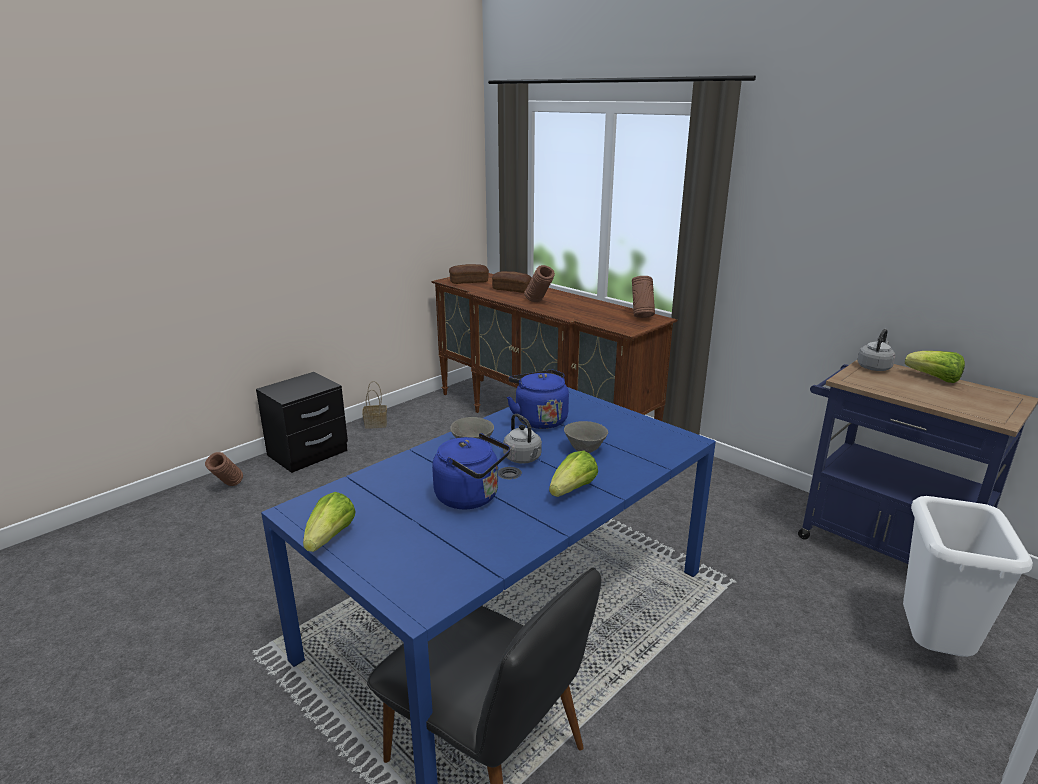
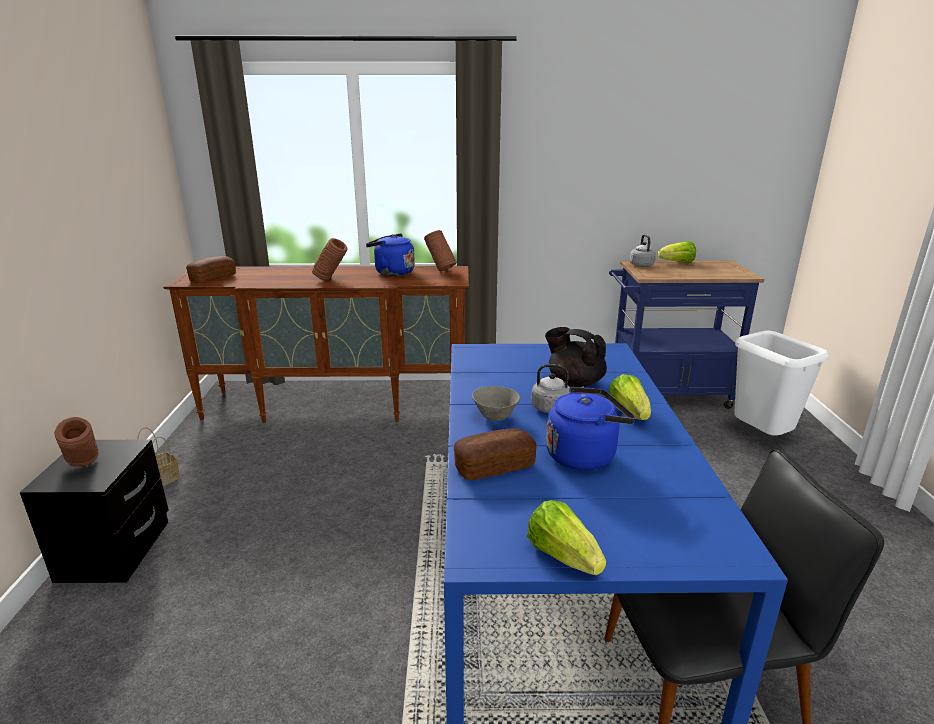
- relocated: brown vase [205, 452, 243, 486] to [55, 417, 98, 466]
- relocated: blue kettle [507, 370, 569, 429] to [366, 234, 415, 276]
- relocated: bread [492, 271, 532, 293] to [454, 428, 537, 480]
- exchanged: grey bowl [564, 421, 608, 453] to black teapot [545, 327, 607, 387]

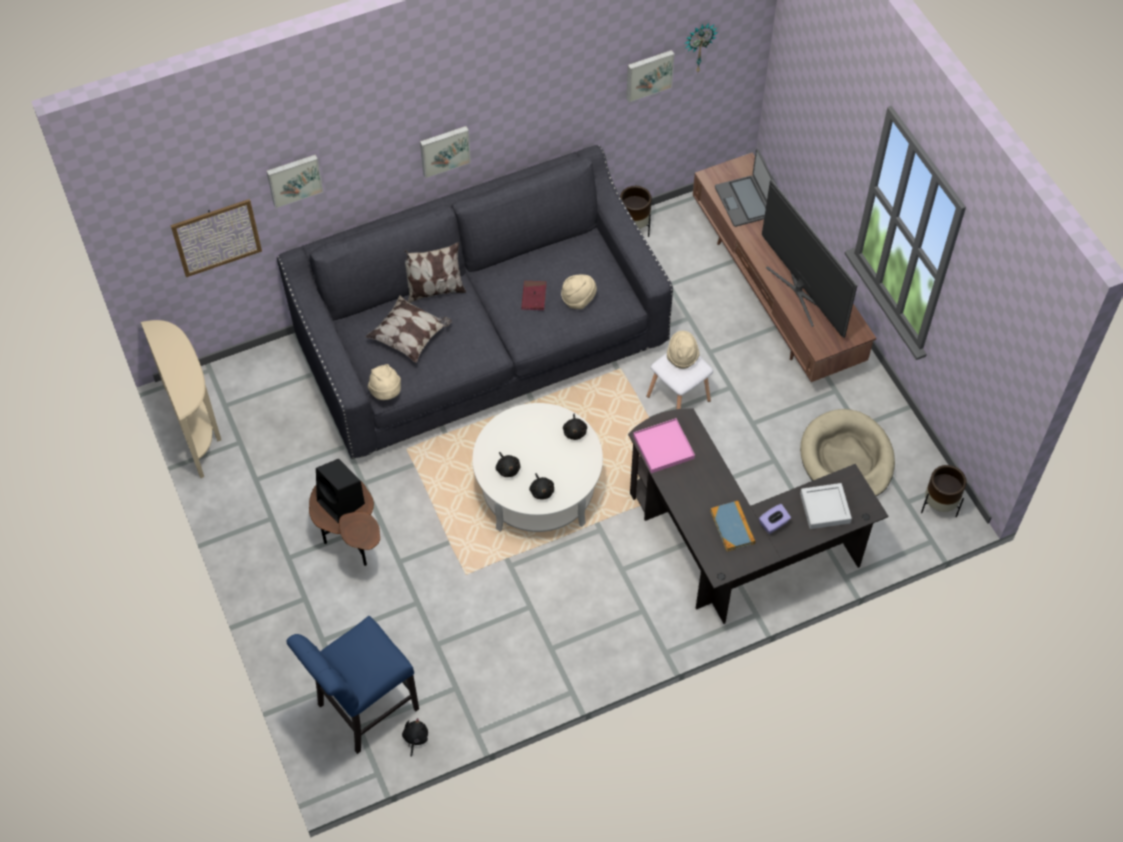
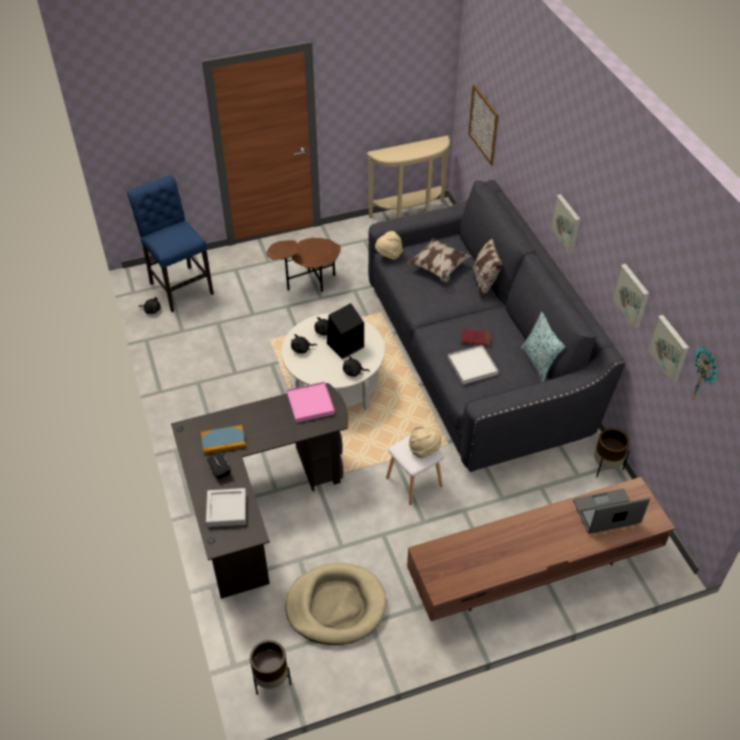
- colour: purple tissue box [759, 504, 791, 534] to black tissue box [207, 451, 231, 479]
- relocated: black speaker [316, 459, 365, 523] to [327, 303, 364, 359]
- exchanged: beige hat [561, 274, 597, 309] to white tray [448, 345, 498, 385]
- appeared: pillow [521, 312, 565, 382]
- relocated: picture [267, 154, 323, 208] to [612, 264, 649, 328]
- missing: television [762, 179, 857, 338]

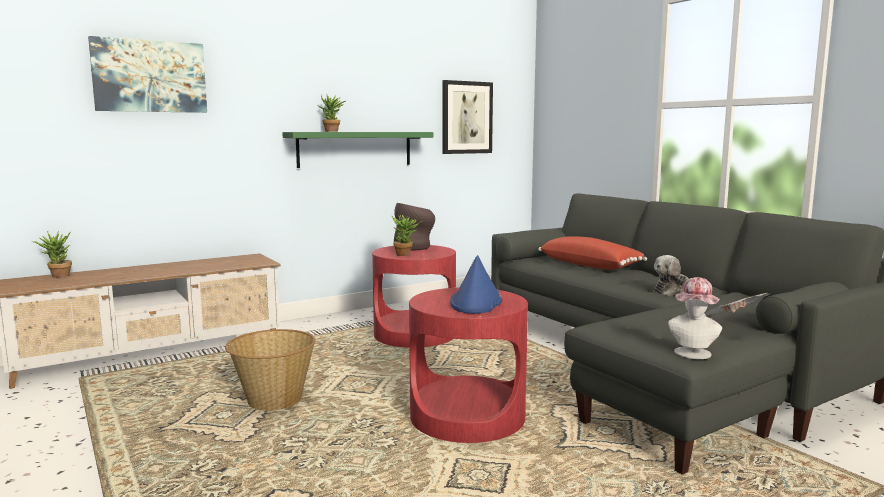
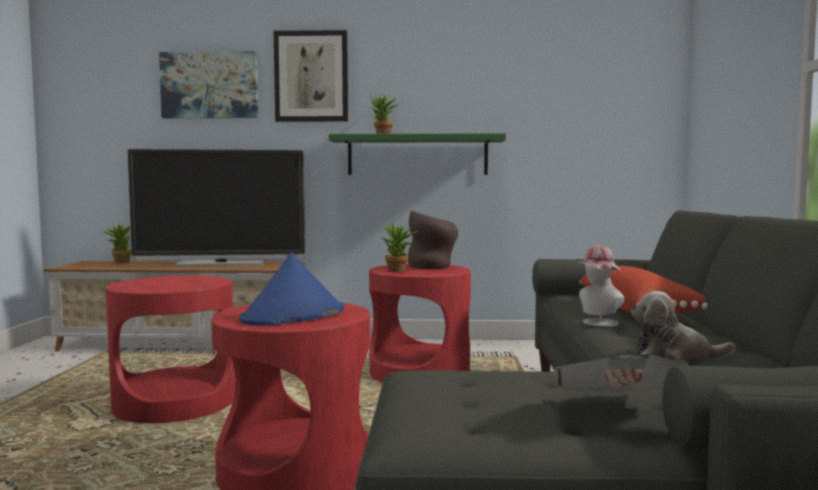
- exchanged: basket [225, 329, 316, 411] to red side table [106, 275, 235, 423]
- appeared: television [128, 149, 305, 267]
- relocated: picture [442, 80, 493, 154] to [274, 30, 348, 122]
- relocated: hat [668, 277, 722, 359] to [576, 245, 624, 327]

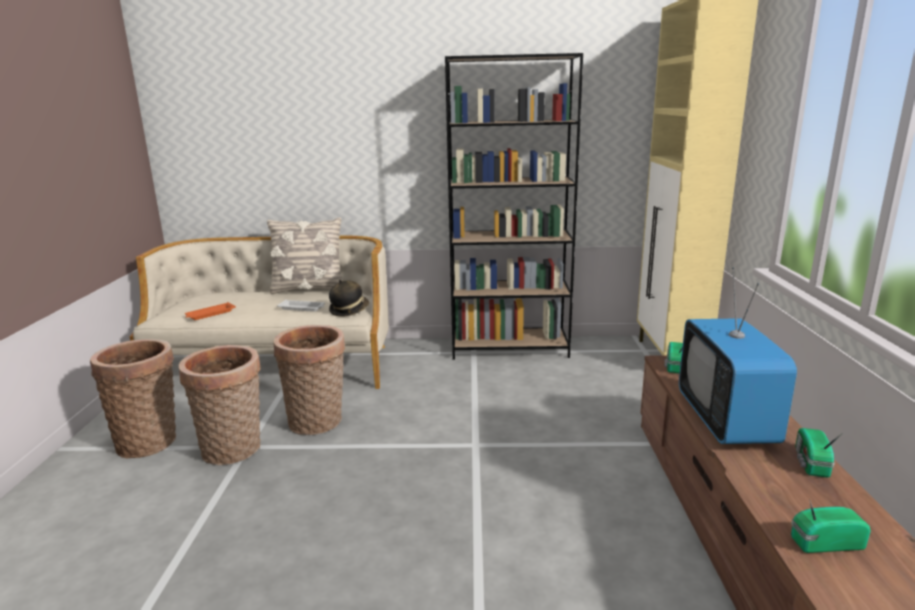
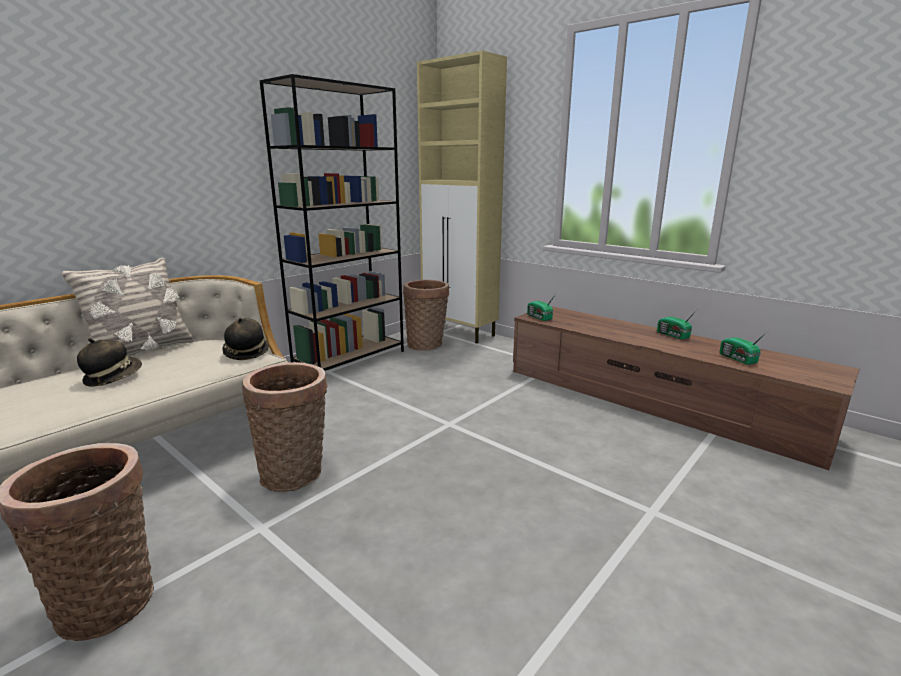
- appeared: hat [77, 338, 142, 387]
- relocated: basket [179, 345, 260, 465] to [403, 280, 449, 351]
- spun: radio [791, 499, 871, 553] = [720, 331, 768, 365] 60 degrees counterclockwise
- missing: orange tray [185, 302, 236, 320]
- missing: white tray [277, 300, 325, 312]
- missing: television [679, 268, 797, 444]

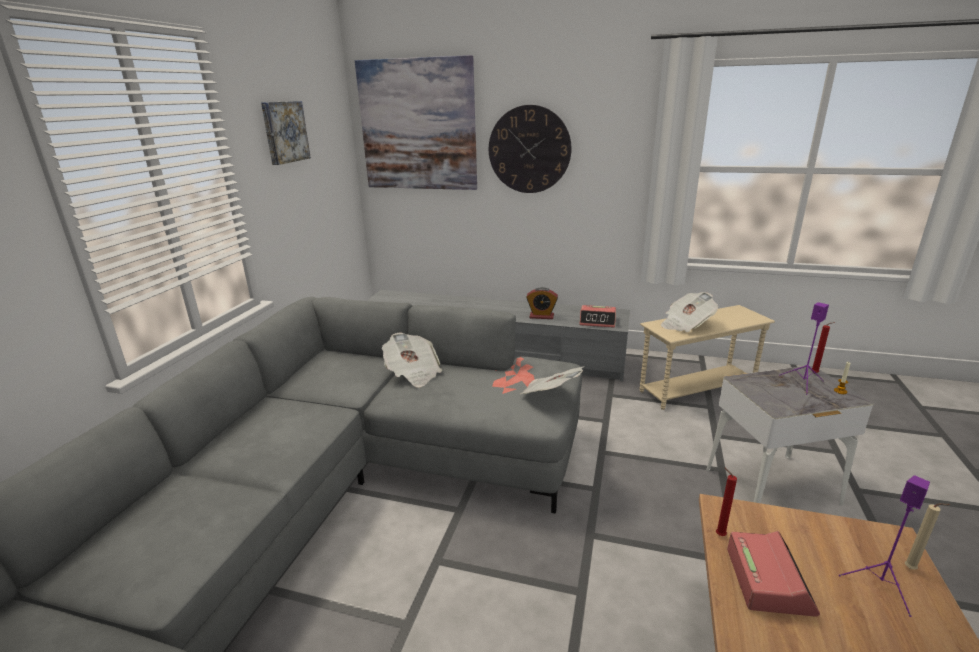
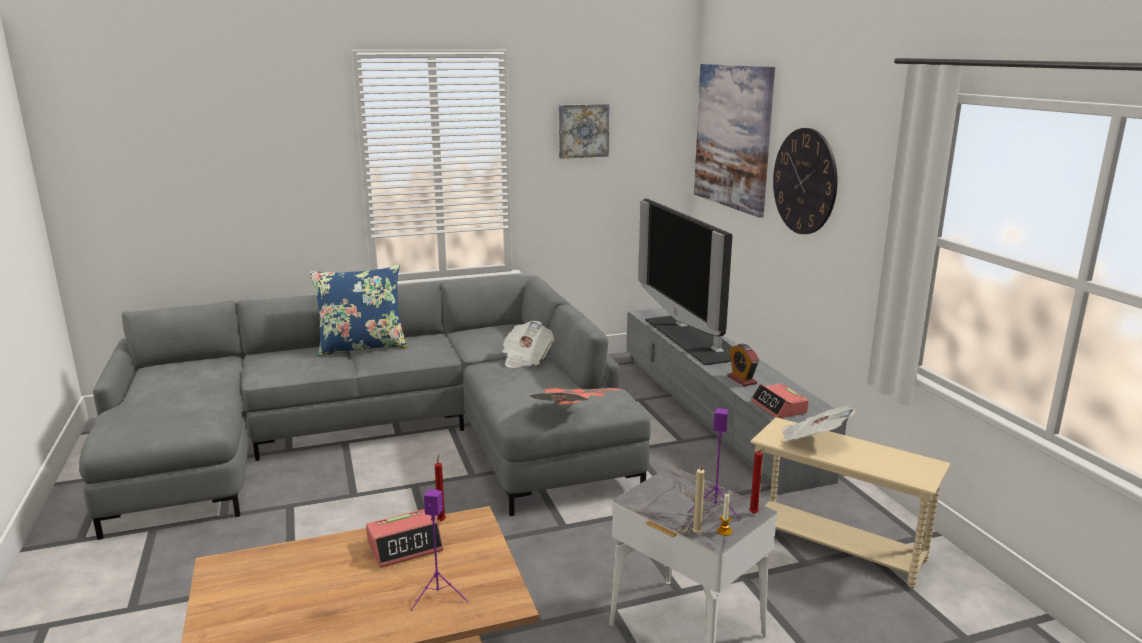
- appeared: blue pillow [309, 265, 408, 357]
- appeared: television [638, 199, 733, 365]
- relocated: beige candle [905, 503, 950, 570] to [692, 467, 705, 534]

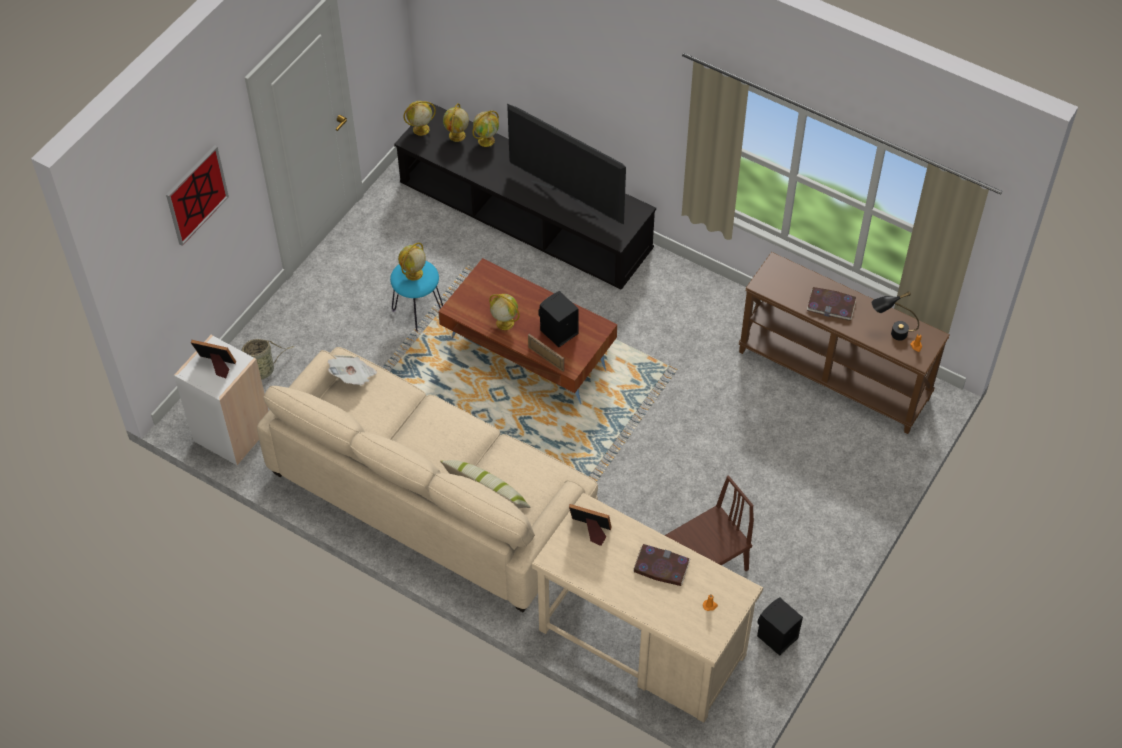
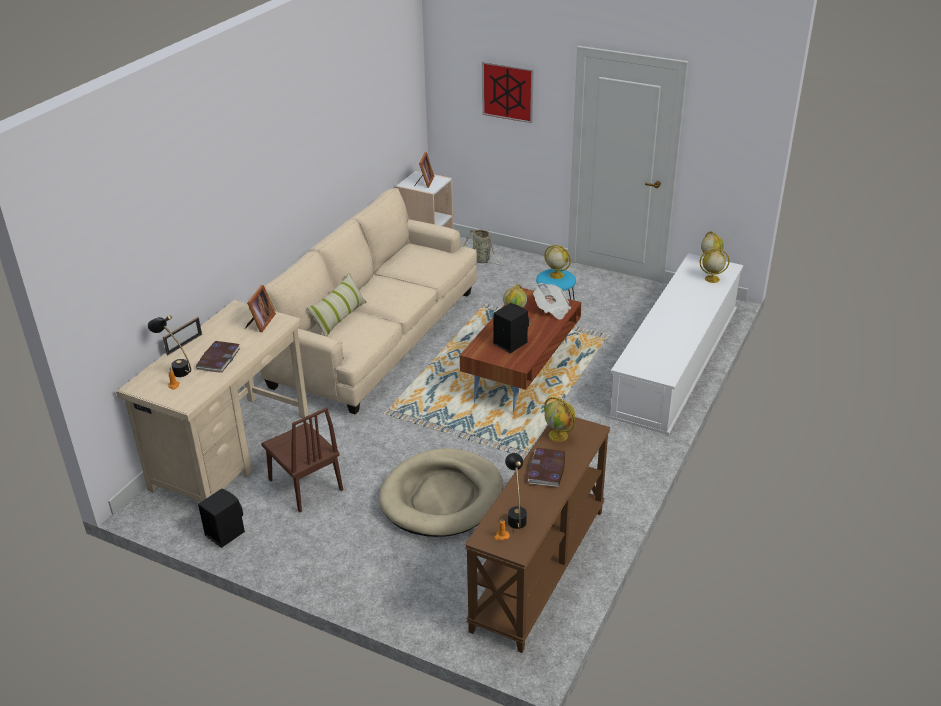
- appeared: black table lamp [148, 315, 191, 377]
- relocated: picture frame [528, 334, 564, 372] to [163, 317, 202, 355]
- appeared: beige dog bed [379, 448, 503, 537]
- relocated: newspaper [328, 355, 377, 385] to [533, 283, 571, 320]
- relocated: globe [472, 111, 499, 147] to [544, 397, 575, 442]
- colour: black tv stand [394, 103, 656, 290] to white tv stand [610, 253, 743, 435]
- missing: television [507, 104, 626, 224]

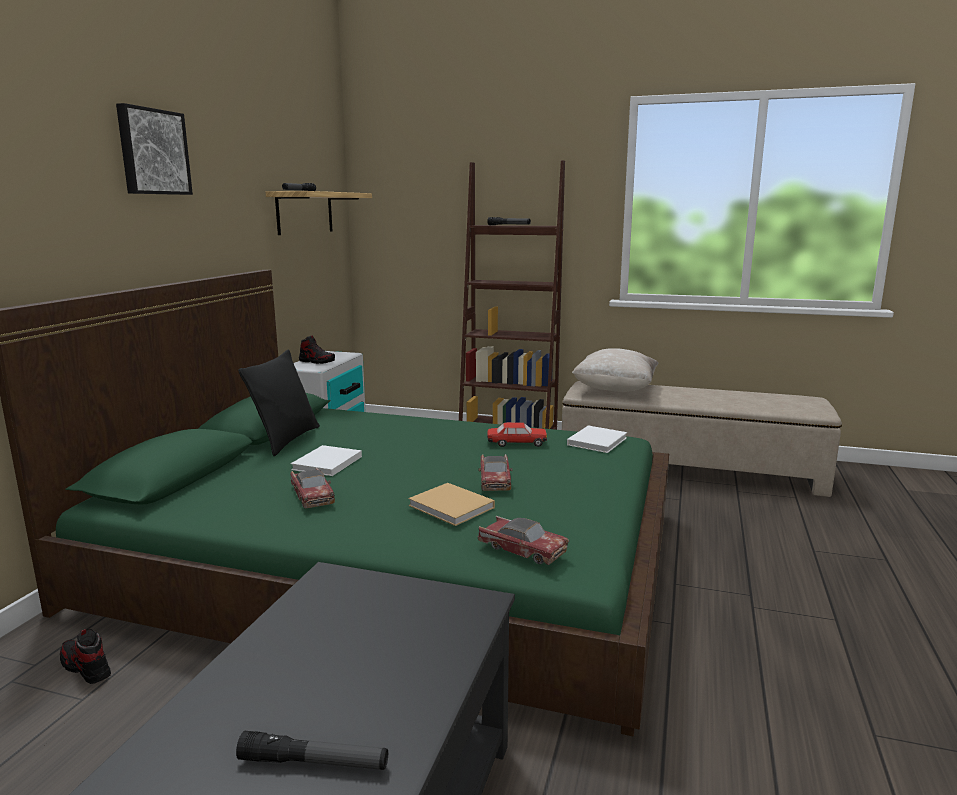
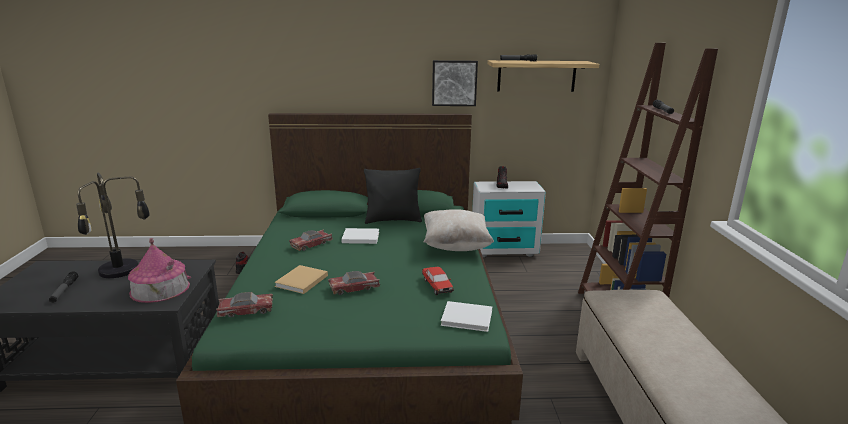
- appeared: table lamp [76, 172, 149, 278]
- appeared: toy house [128, 238, 191, 303]
- spun: toy car [477, 516, 569, 565] = [216, 292, 273, 317] 120 degrees counterclockwise
- relocated: beige pillow [572, 348, 659, 392] to [424, 209, 494, 251]
- relocated: picture [116, 103, 193, 195] to [432, 60, 478, 106]

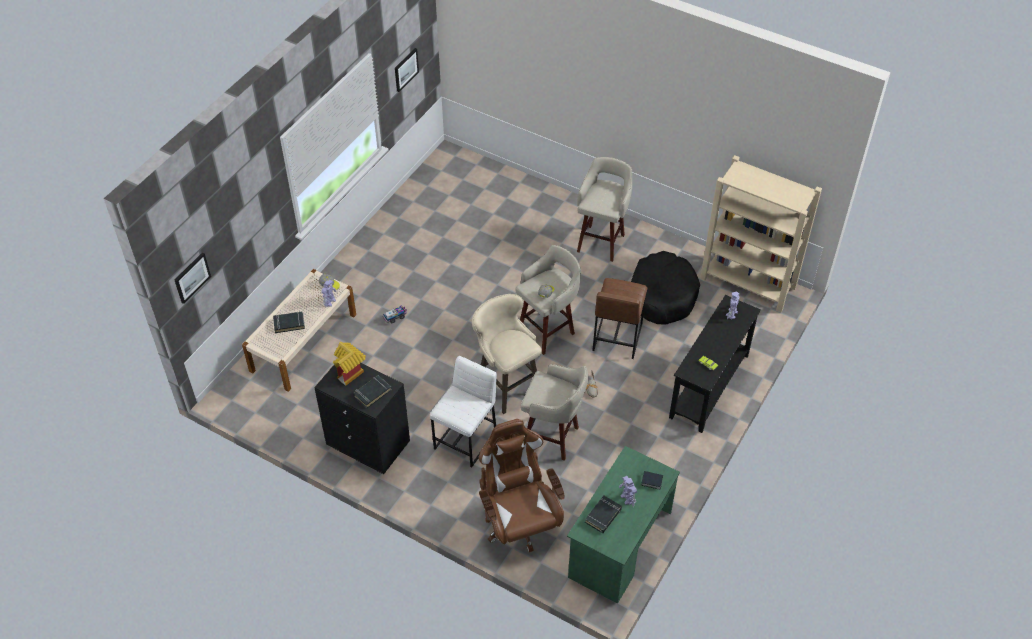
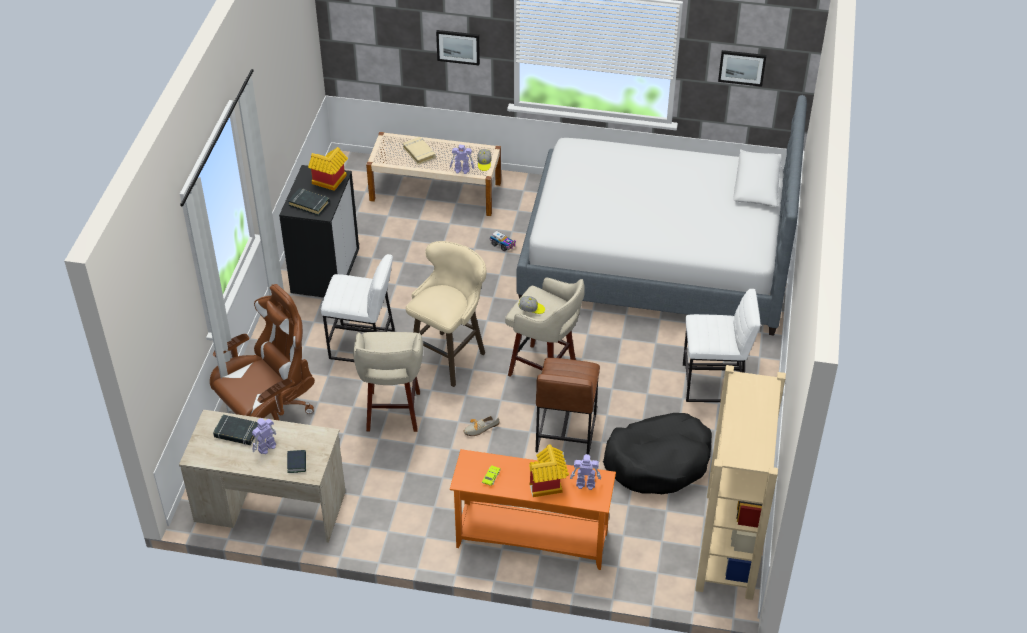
- colour: green desk [567, 446, 680, 604] to beige desk [179, 410, 346, 543]
- colour: black book [273, 312, 305, 333] to beige book [403, 137, 436, 165]
- relocated: picture [175, 253, 211, 304] to [436, 30, 480, 65]
- colour: black console table [669, 295, 761, 433] to orange console table [450, 449, 616, 570]
- appeared: bed [516, 95, 807, 336]
- appeared: toy house [529, 445, 569, 497]
- spun: brown chair [592, 278, 647, 359] = [535, 358, 600, 455] 75 degrees counterclockwise
- exchanged: beige stool [577, 157, 632, 262] to white chair [683, 289, 761, 402]

